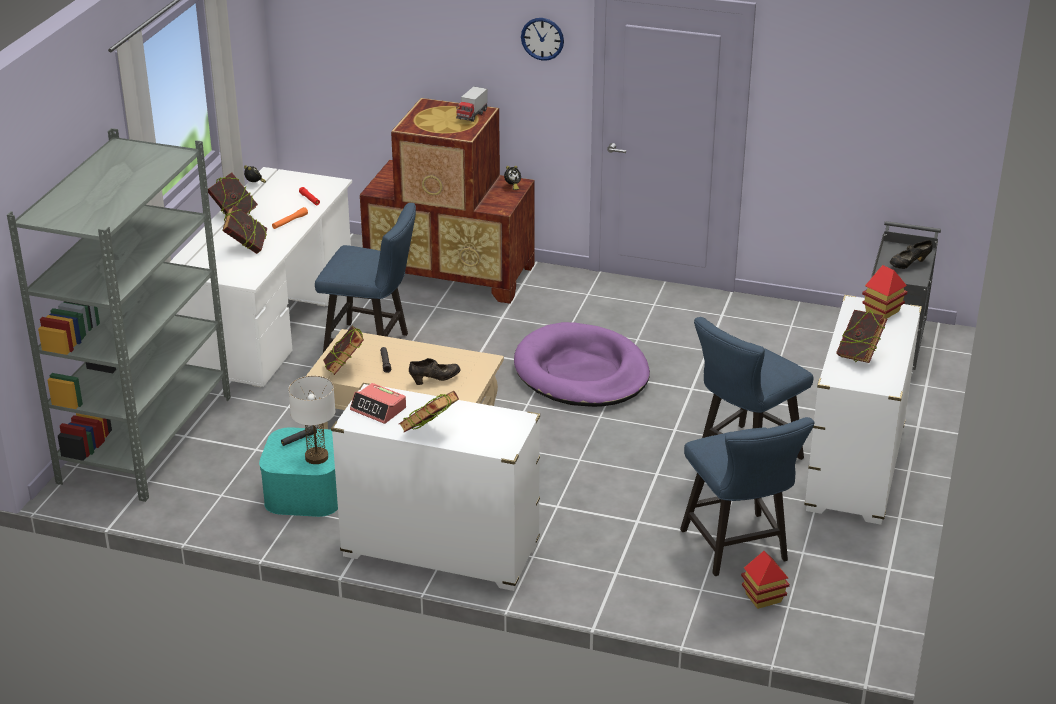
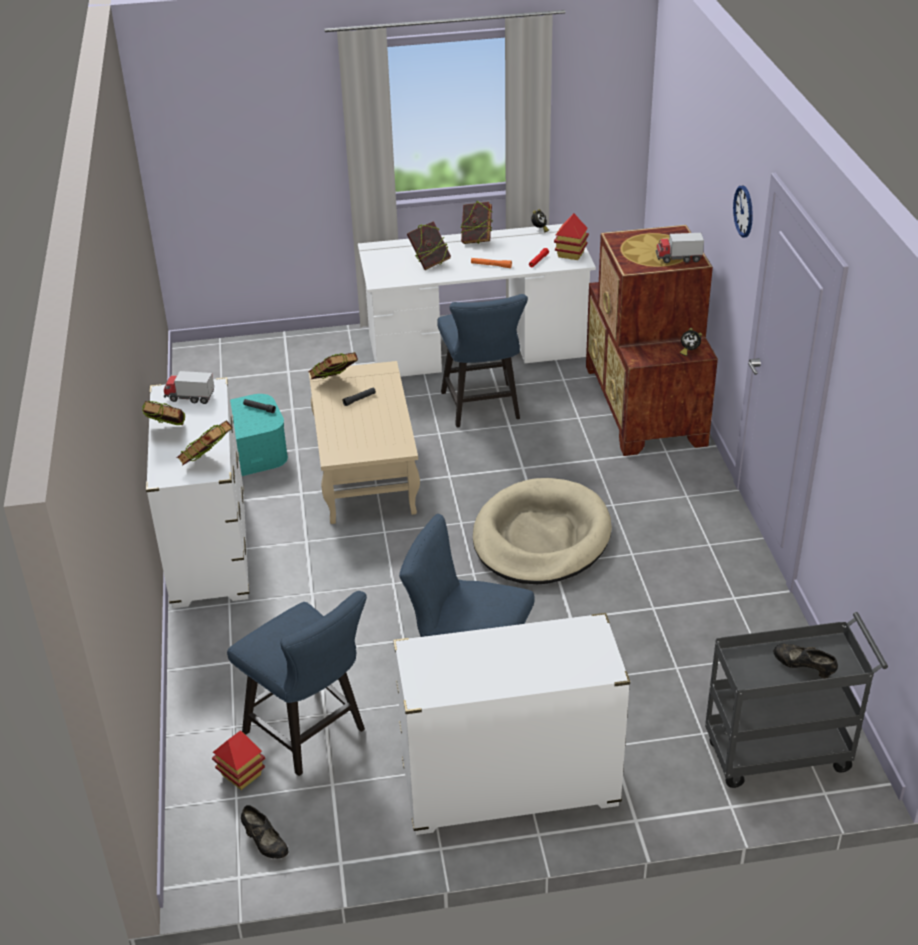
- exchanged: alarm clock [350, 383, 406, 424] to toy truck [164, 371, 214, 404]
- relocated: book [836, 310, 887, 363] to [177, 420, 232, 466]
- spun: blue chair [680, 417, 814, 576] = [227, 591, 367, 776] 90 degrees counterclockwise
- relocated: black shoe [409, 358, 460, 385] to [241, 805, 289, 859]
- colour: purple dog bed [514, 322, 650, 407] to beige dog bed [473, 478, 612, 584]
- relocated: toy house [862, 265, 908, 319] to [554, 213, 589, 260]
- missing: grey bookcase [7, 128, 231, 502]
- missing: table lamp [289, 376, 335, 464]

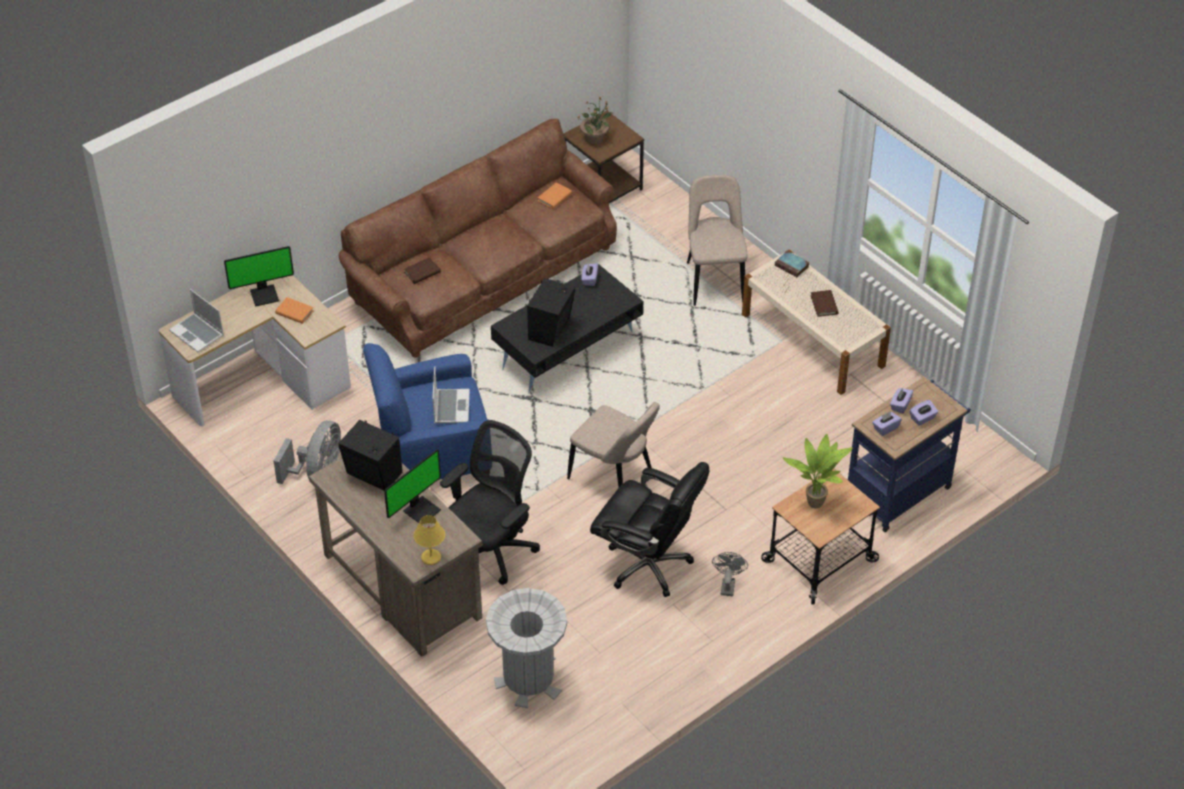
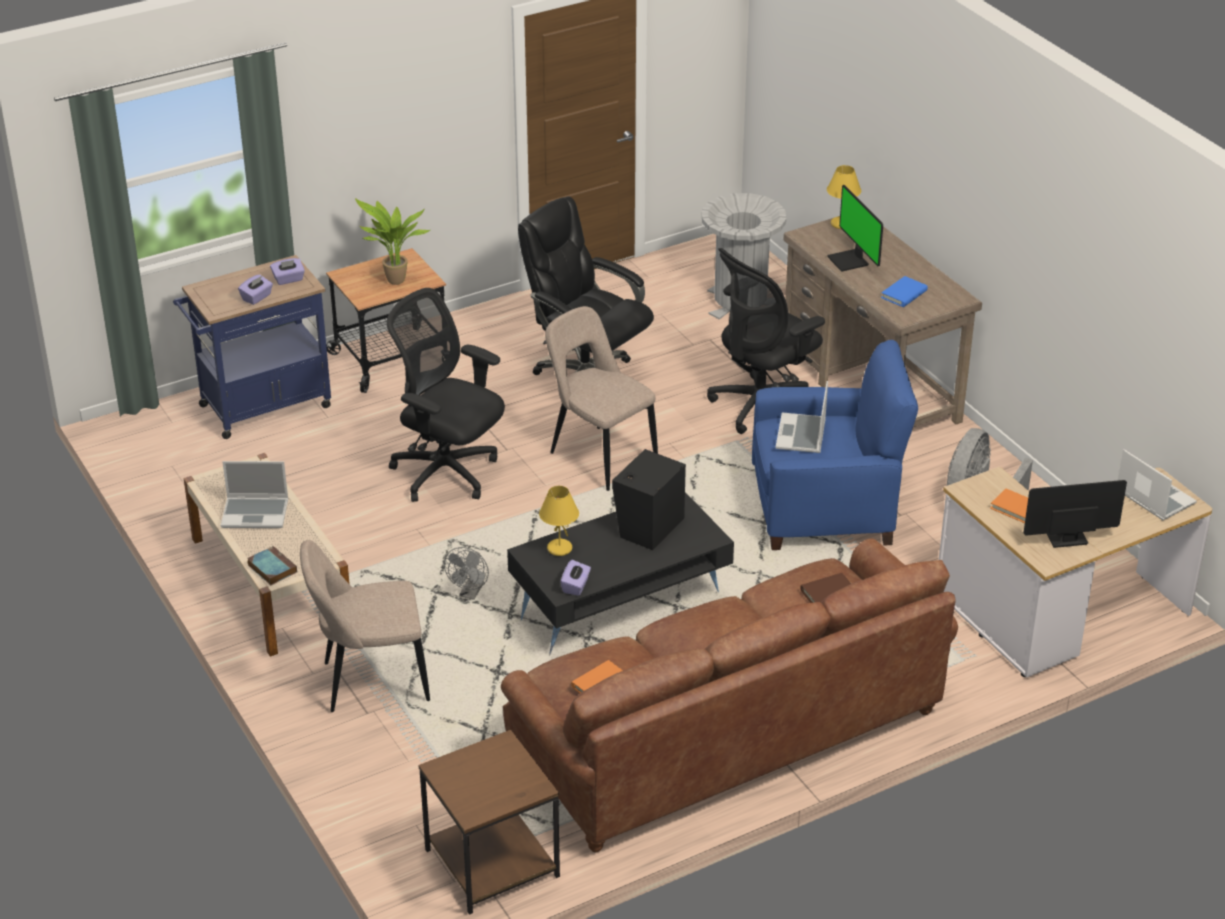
- exchanged: brown book [810, 290, 839, 317] to laptop [221, 461, 288, 528]
- spun: beige chair [687, 175, 747, 306] = [300, 540, 430, 712] 75 degrees clockwise
- appeared: black office chair [387, 288, 505, 502]
- relocated: grey fan [712, 552, 748, 596] to [444, 547, 489, 600]
- appeared: yellow table lamp [539, 486, 579, 556]
- spun: monitor [384, 449, 441, 523] = [827, 185, 883, 272] 75 degrees counterclockwise
- exchanged: black speaker [338, 420, 402, 490] to blue book [881, 276, 928, 307]
- missing: potted plant [578, 96, 612, 144]
- missing: purple tissue box [910, 400, 938, 425]

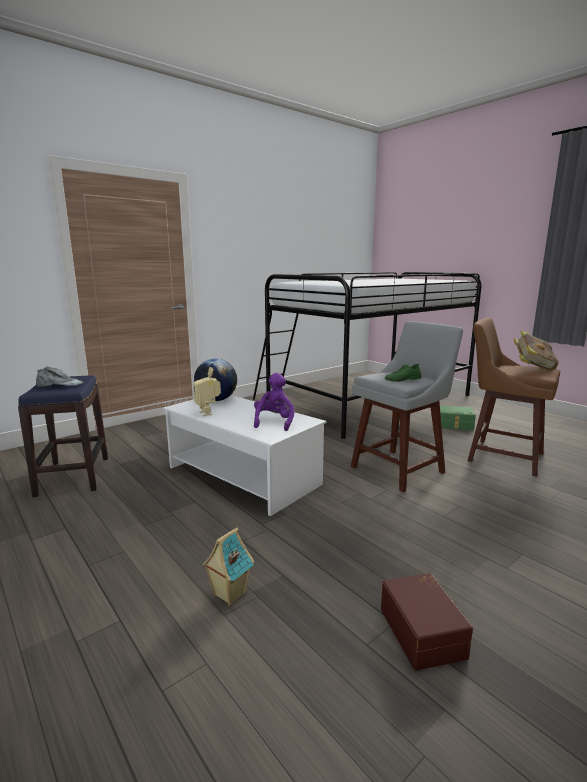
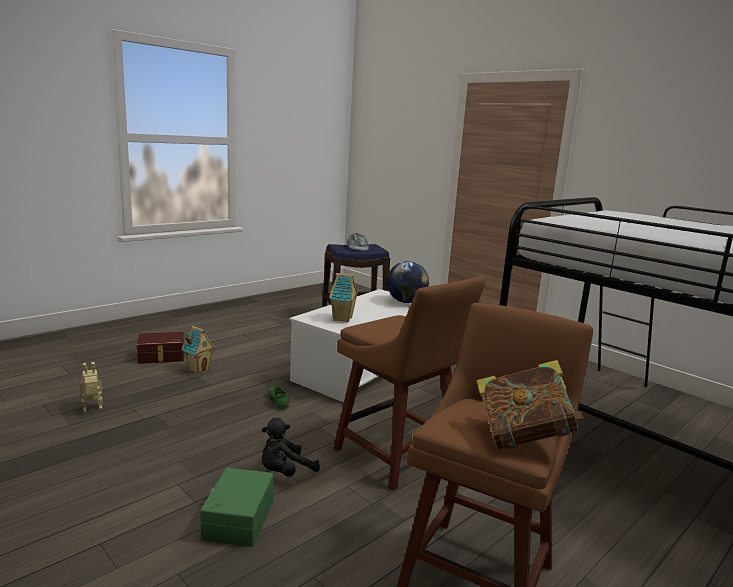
- relocated: toy robot [193, 367, 221, 417] to [79, 362, 103, 412]
- relocated: brown storage box [381, 573, 473, 671] to [137, 332, 184, 364]
- relocated: green storage box [440, 406, 476, 430] to [200, 468, 274, 547]
- appeared: black plush toy [261, 418, 320, 477]
- relocated: green shoe [385, 363, 421, 382] to [267, 387, 289, 410]
- exchanged: purple plush toy [254, 373, 295, 431] to toy house [329, 273, 358, 322]
- colour: grey stool [350, 321, 463, 492] to brown stool [333, 276, 486, 491]

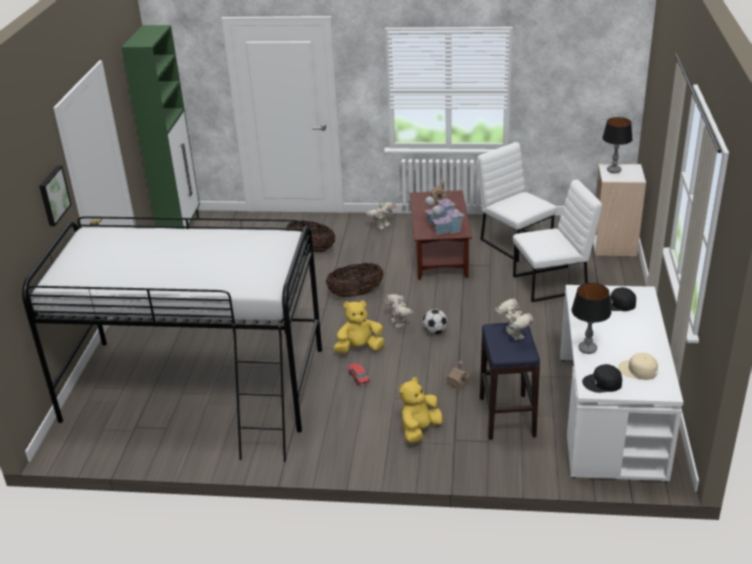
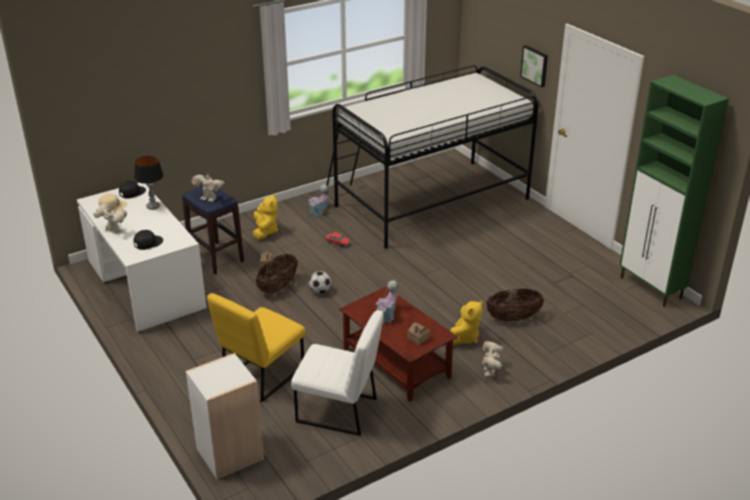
- relocated: toy robot [385, 294, 413, 328] to [93, 203, 127, 234]
- colour: white chair [513, 179, 602, 302] to yellow chair [207, 293, 305, 402]
- relocated: basket [326, 263, 384, 297] to [256, 254, 298, 294]
- relocated: toy house [432, 202, 464, 235] to [308, 184, 329, 217]
- relocated: yellow plush toy [333, 300, 385, 354] to [450, 301, 483, 345]
- missing: table lamp [602, 117, 633, 173]

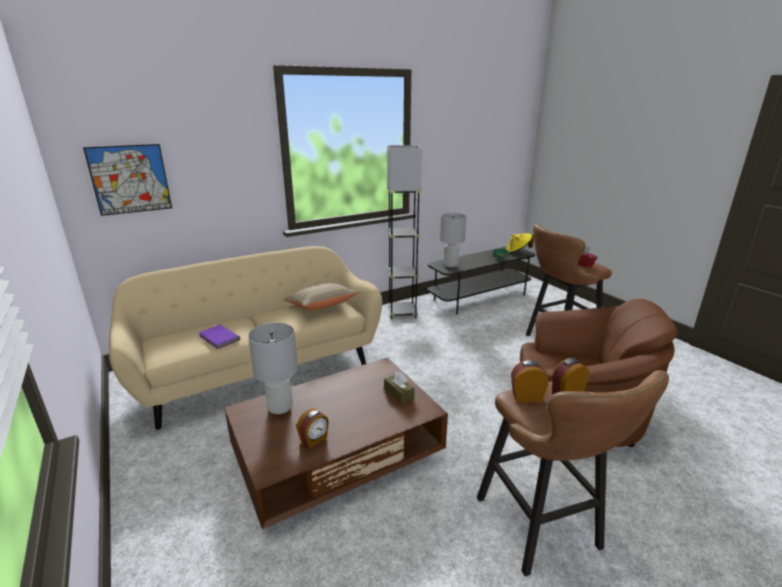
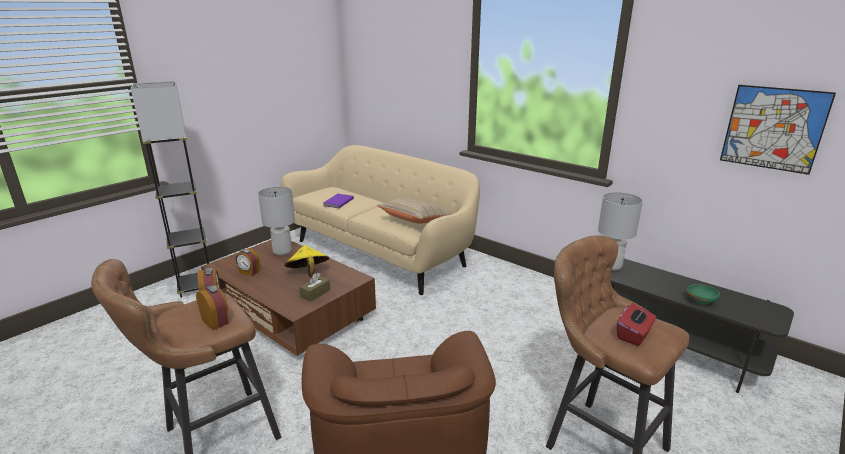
- relocated: grey floor lamp [387, 145, 422, 319] to [131, 81, 209, 298]
- relocated: yellow hat [506, 233, 534, 254] to [284, 245, 329, 277]
- relocated: picture [83, 144, 172, 216] to [720, 85, 836, 175]

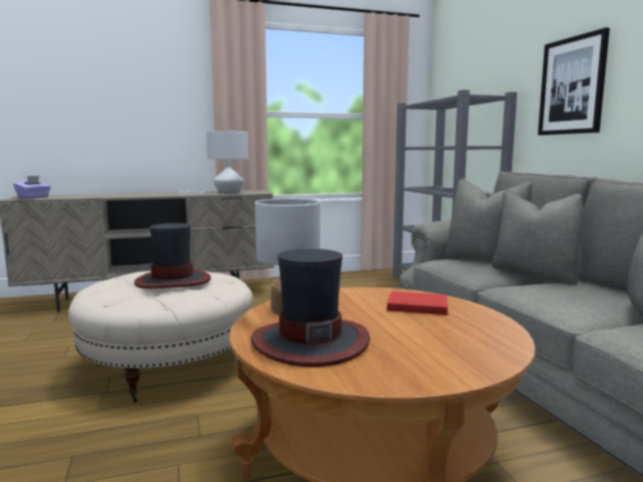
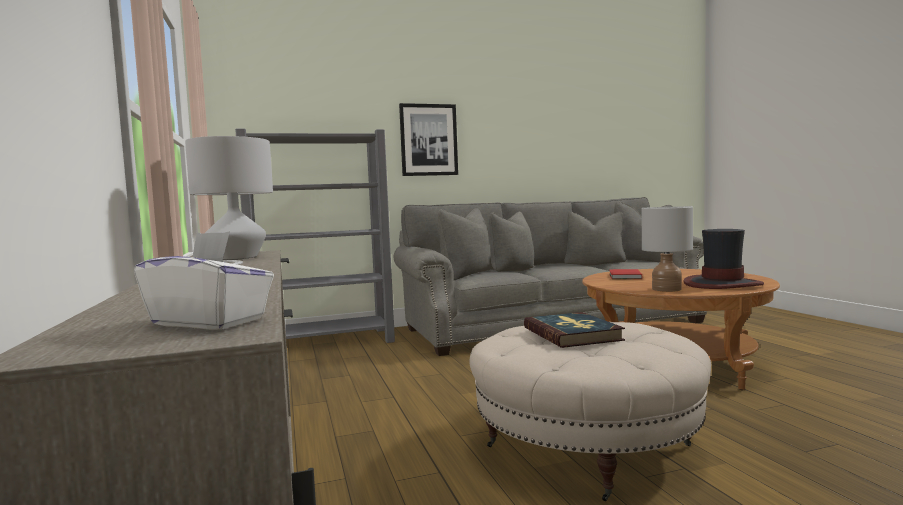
- colour: purple tissue box [13, 176, 51, 199] to white tissue box [134, 231, 274, 330]
- exchanged: hat [134, 223, 211, 289] to book [524, 312, 625, 348]

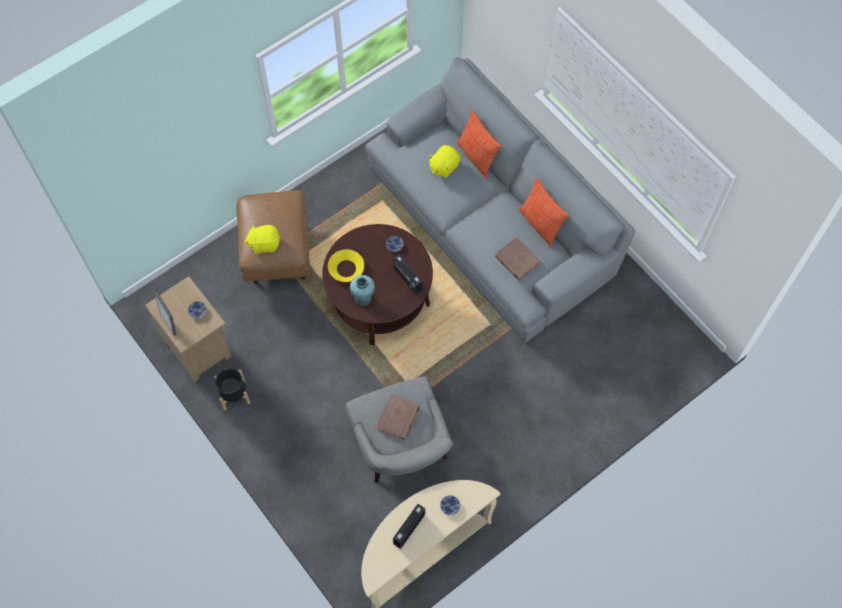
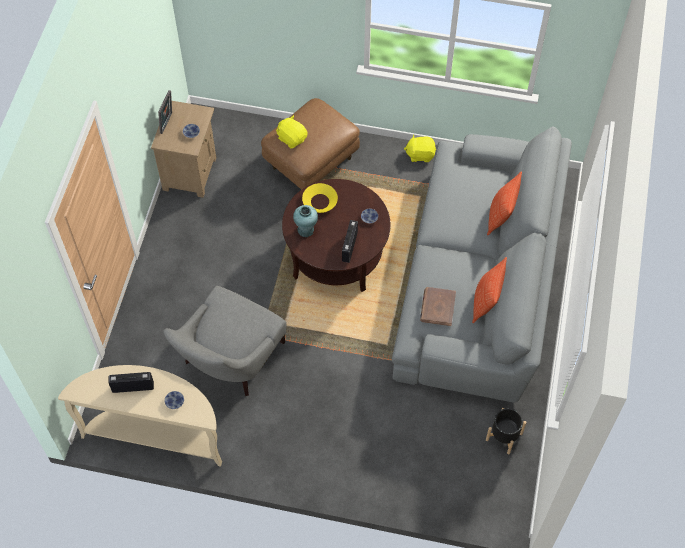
- relocated: yellow plush toy [429, 145, 461, 178] to [404, 135, 436, 162]
- relocated: black planter [214, 368, 250, 410] to [486, 408, 527, 454]
- missing: brown book [376, 393, 420, 439]

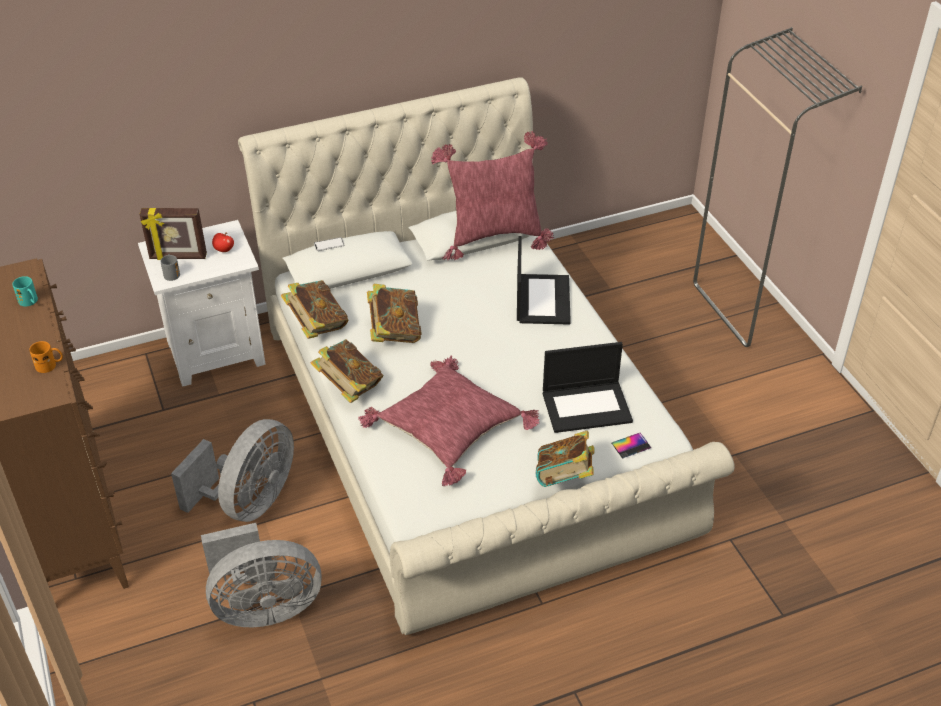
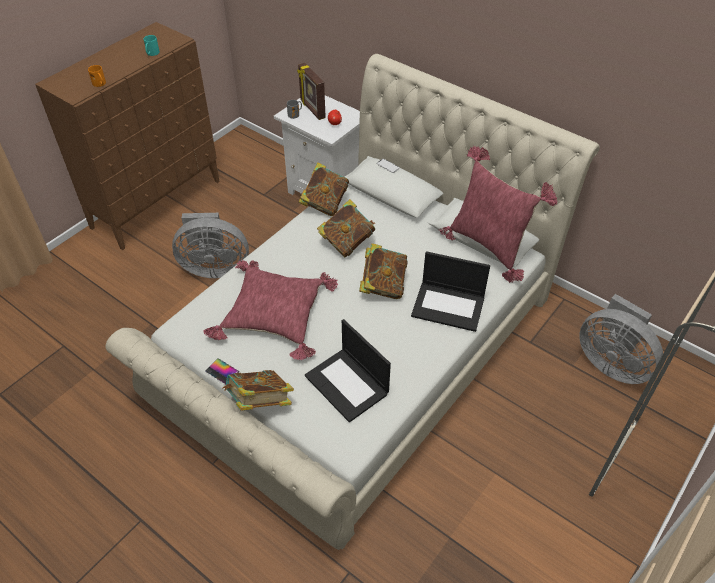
- relocated: phone [612, 433, 651, 459] to [205, 358, 239, 384]
- relocated: book [311, 339, 383, 403] to [359, 243, 408, 299]
- spun: laptop [517, 236, 571, 325] = [411, 251, 490, 332] 45 degrees clockwise
- relocated: grey fan [201, 523, 321, 627] to [579, 294, 663, 384]

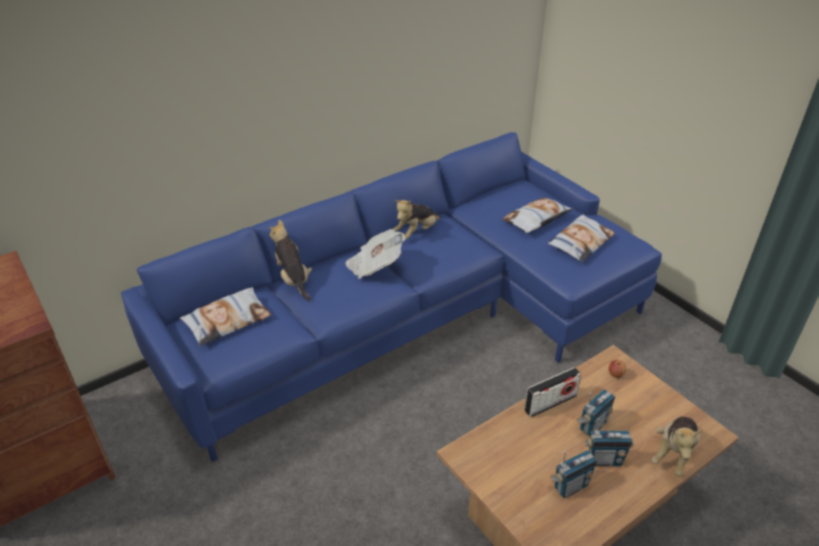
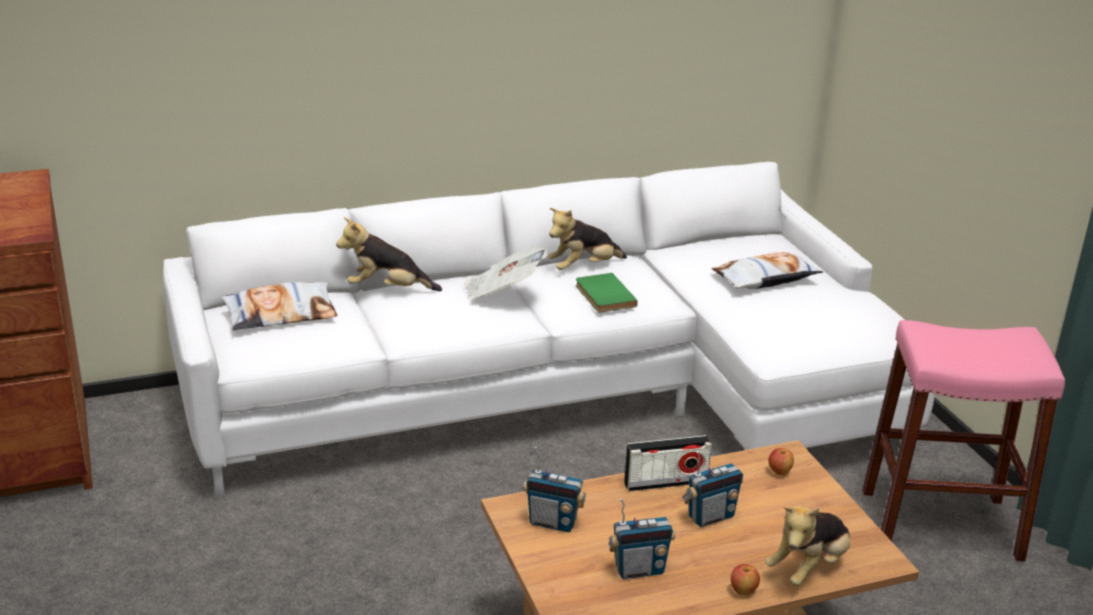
- colour: blue sofa [121, 132, 662, 462] to white sofa [163, 162, 935, 497]
- spun: plush toy [270, 220, 312, 302] = [336, 217, 442, 291] 75 degrees counterclockwise
- relocated: radio [585, 418, 634, 466] to [523, 447, 586, 532]
- appeared: green book [576, 273, 638, 312]
- appeared: apple [731, 564, 760, 595]
- appeared: pink stool [862, 320, 1065, 562]
- missing: pillow [548, 214, 615, 262]

